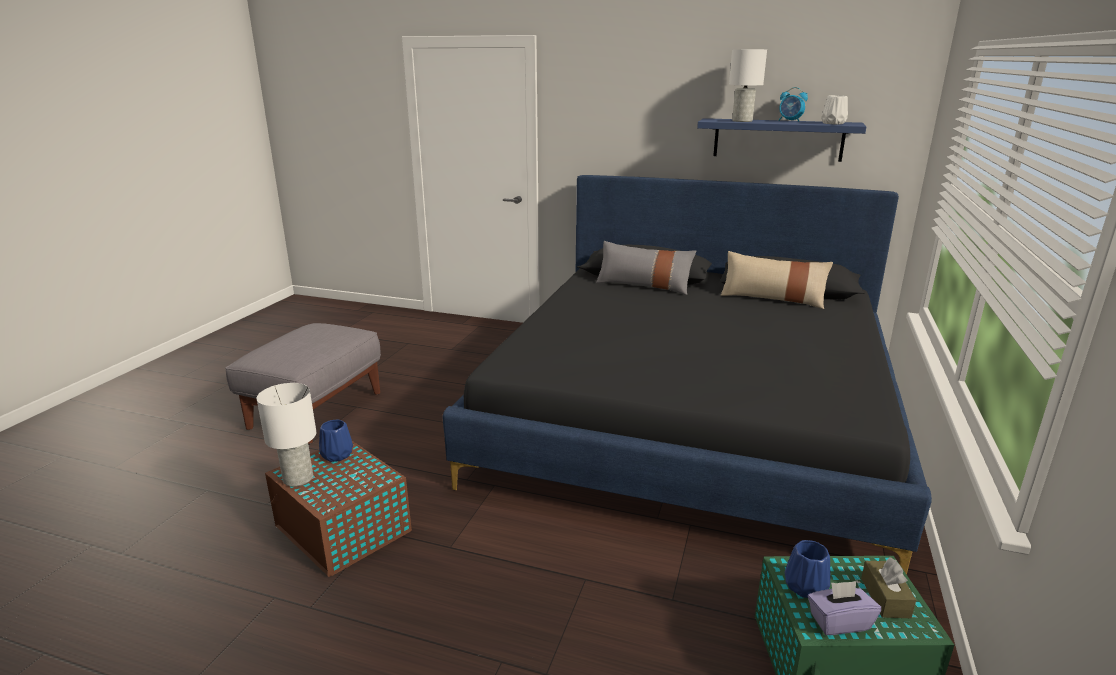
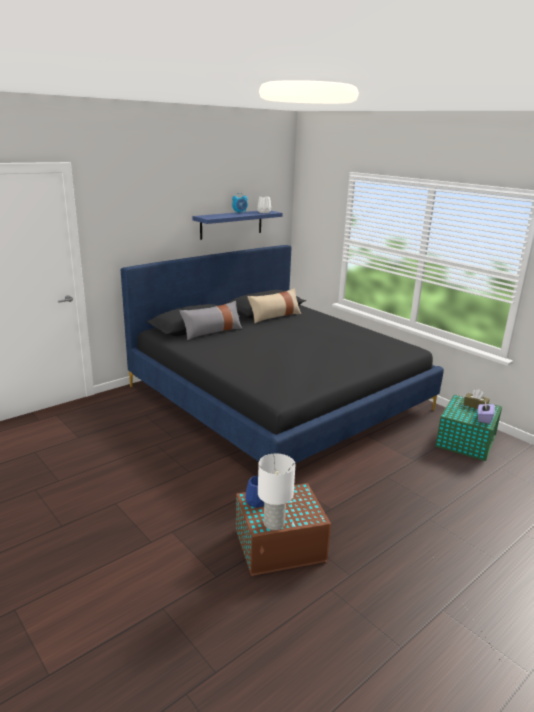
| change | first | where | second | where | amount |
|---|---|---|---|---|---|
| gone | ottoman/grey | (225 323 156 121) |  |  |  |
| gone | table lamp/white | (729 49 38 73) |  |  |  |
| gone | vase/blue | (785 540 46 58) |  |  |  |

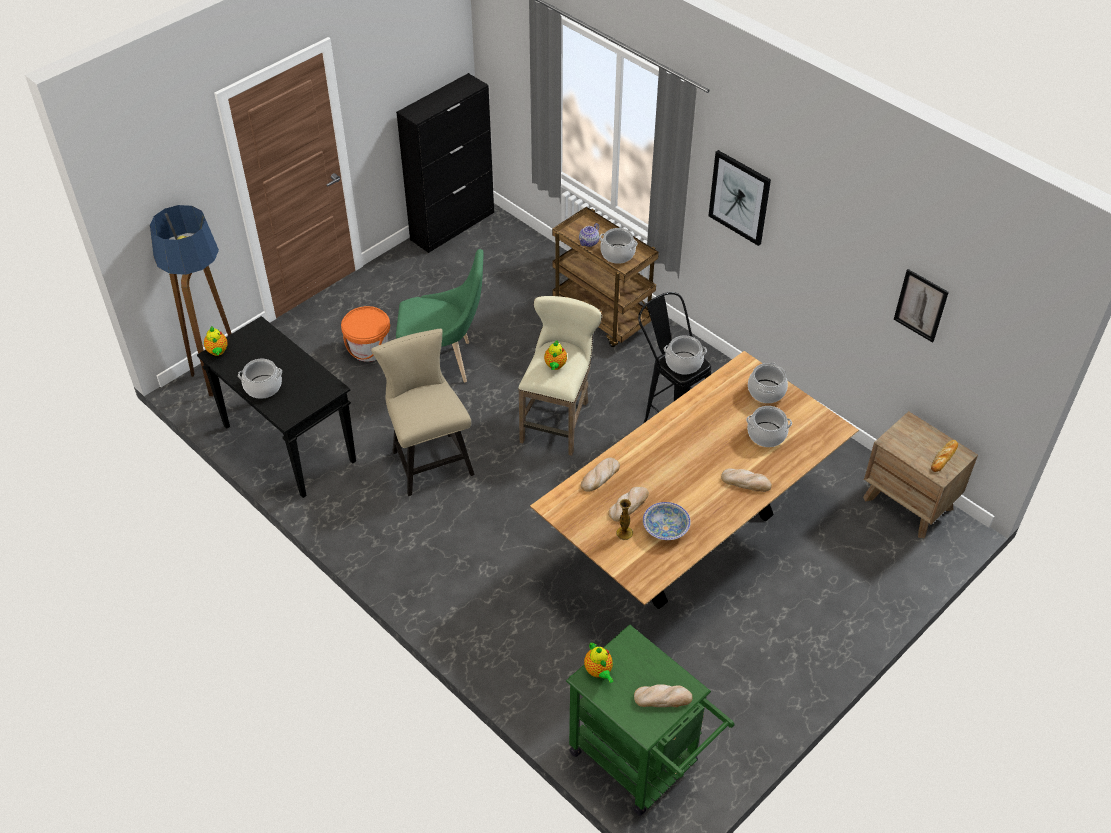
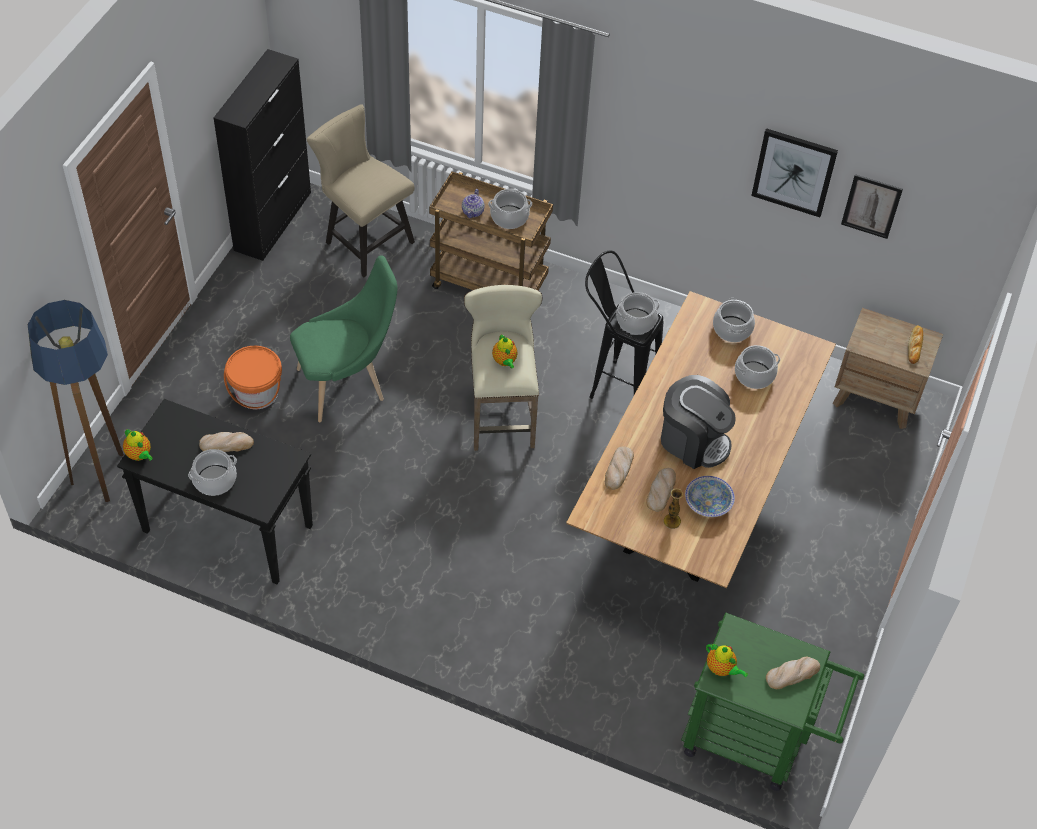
| change | first | where | second | where | amount |
|---|---|---|---|---|---|
| new |  |  | coffee machine | (661 375 75 94) |  |
| shifted | chair/beige | (371 329 104 167) |  | (307 104 108 173) |  |
| shifted | picture | (709 150 62 96) |  | (751 128 87 89) |  |
| shifted | bread | (721 468 51 24) |  | (199 432 55 20) |  |

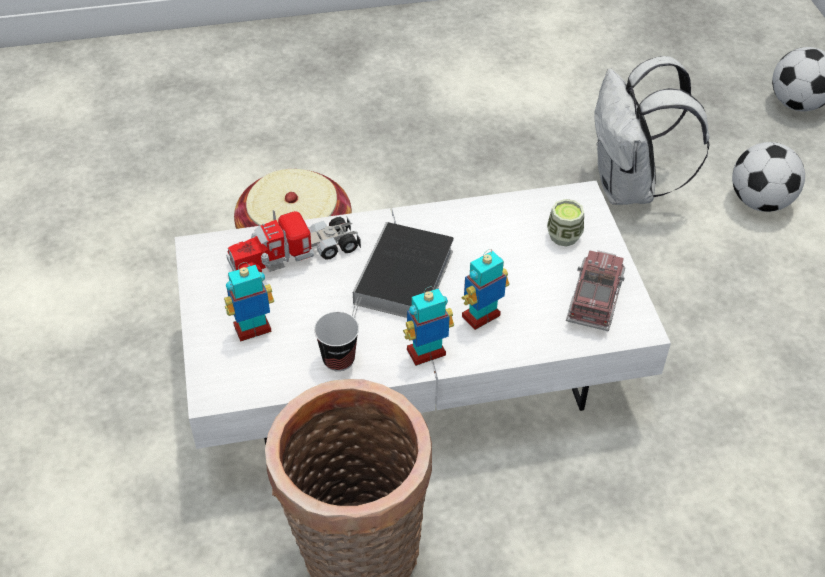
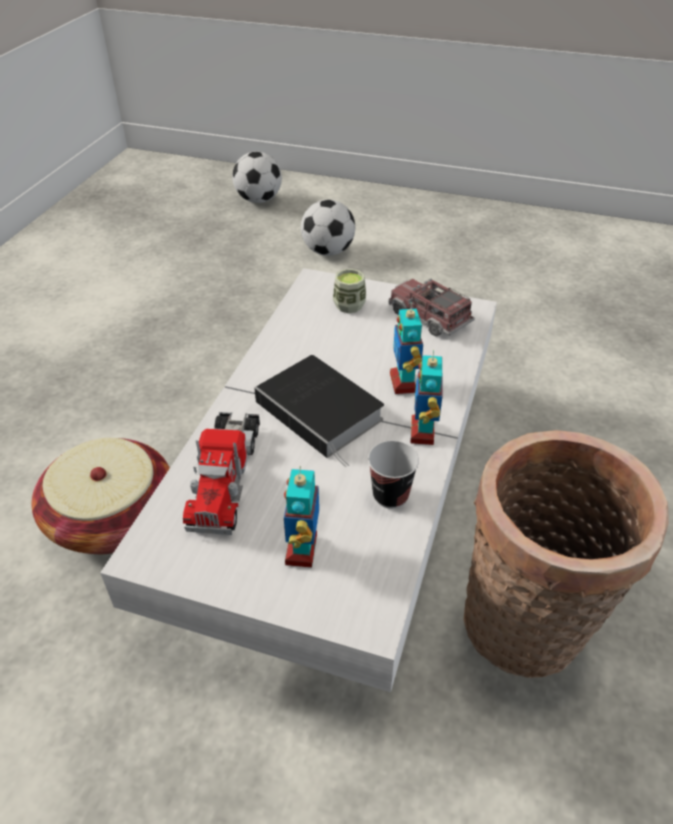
| change | first | where | second | where | amount |
|---|---|---|---|---|---|
| gone | backpack/white | (594 56 116 149) |  |  |  |

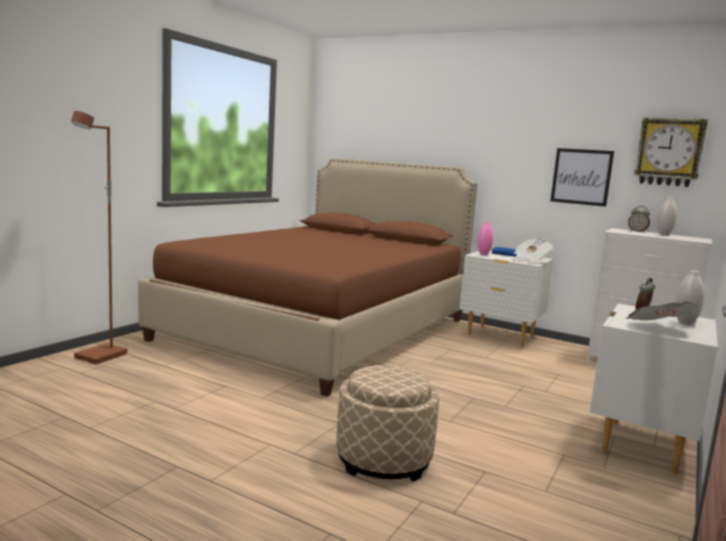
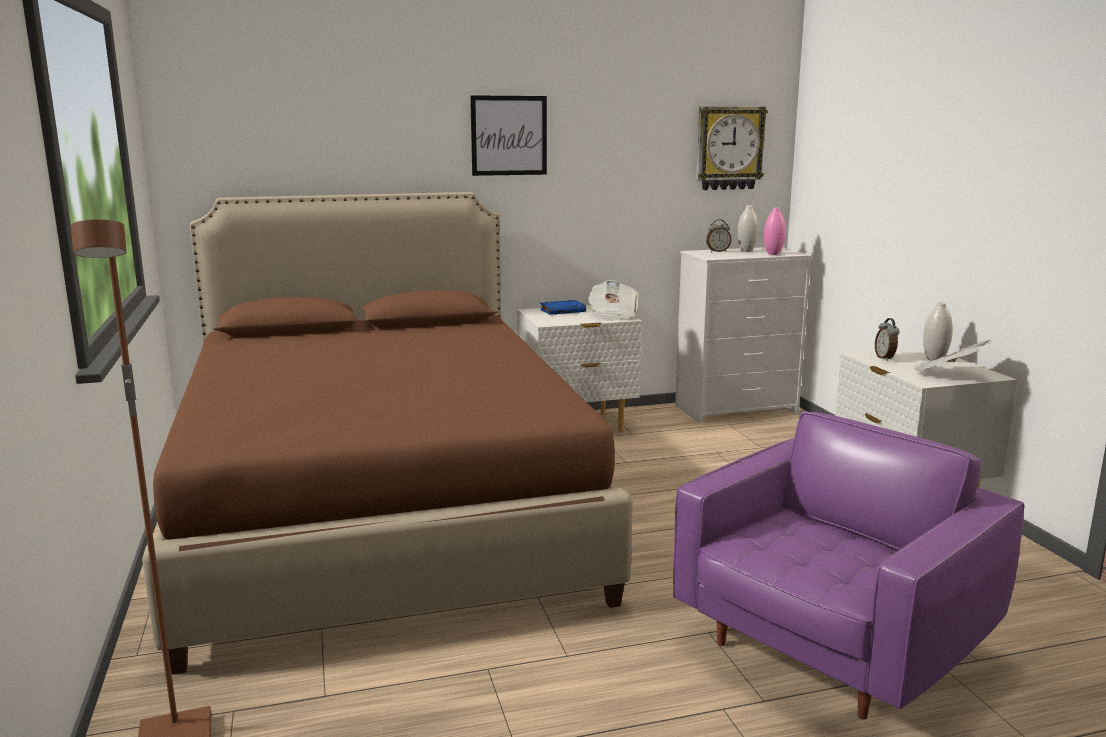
| change | first | where | second | where | amount |
|---|---|---|---|---|---|
| shifted | vase/pink | (478 222 15 33) |  | (764 207 22 48) |  |
| shifted | picture | (551 148 63 59) |  | (470 95 77 81) |  |
| swapped | ottoman/beige | (336 365 103 117) | armchair/purple | (673 411 351 309) |  |

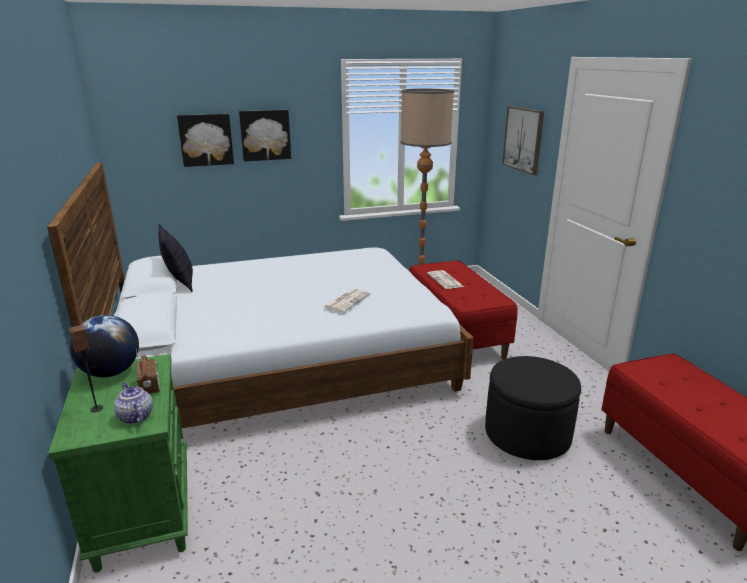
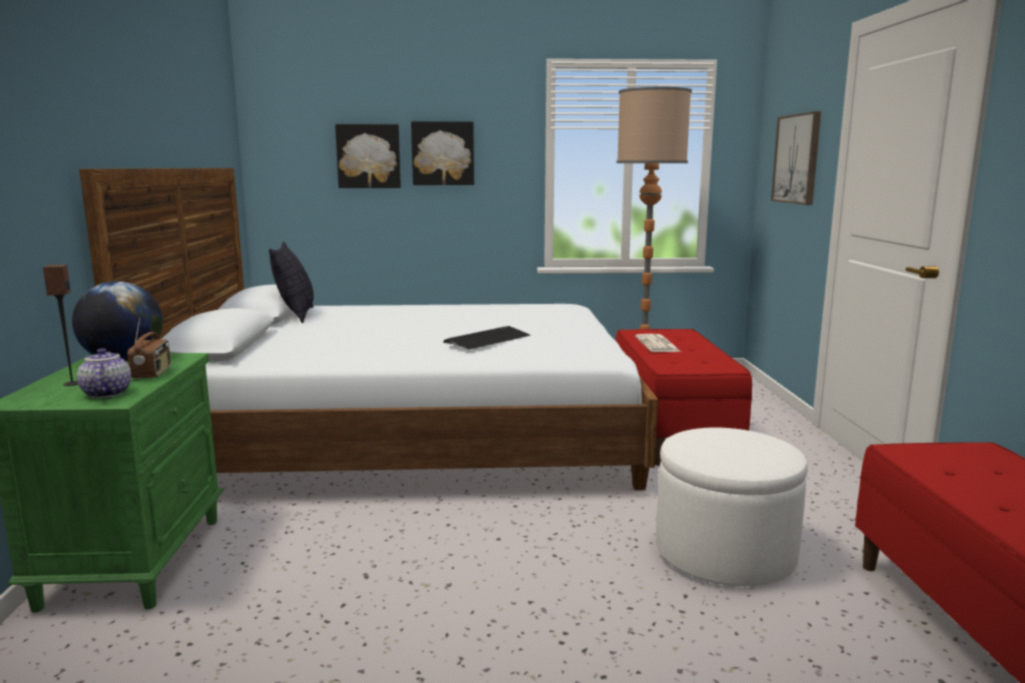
| change | first | where | second | where | amount |
|---|---|---|---|---|---|
| swapped | newspaper | (324 288 47 24) | keyboard | (443 326 87 24) |  |
| repainted | ottoman/black | (485 356 96 104) | ottoman/white | (656 428 152 158) |  |

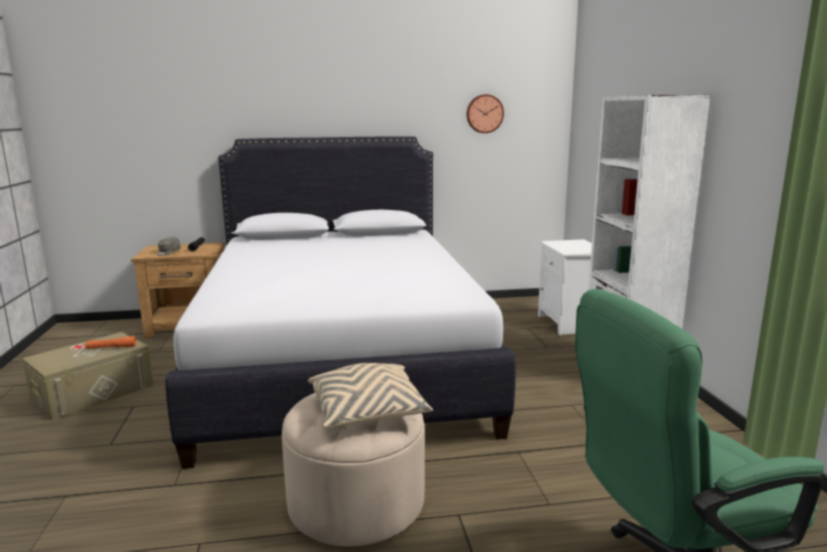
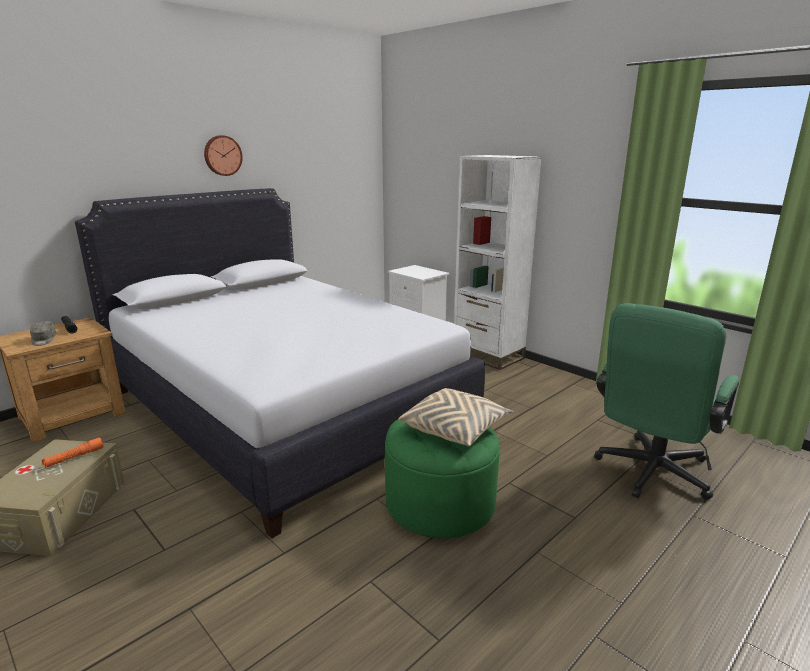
| change | first | where | second | where | amount |
|---|---|---|---|---|---|
| shifted | wall clock | (467 94 37 39) |  | (204 135 39 41) |  |
| repainted | ottoman/beige | (282 393 143 153) | ottoman/green | (385 420 115 118) |  |

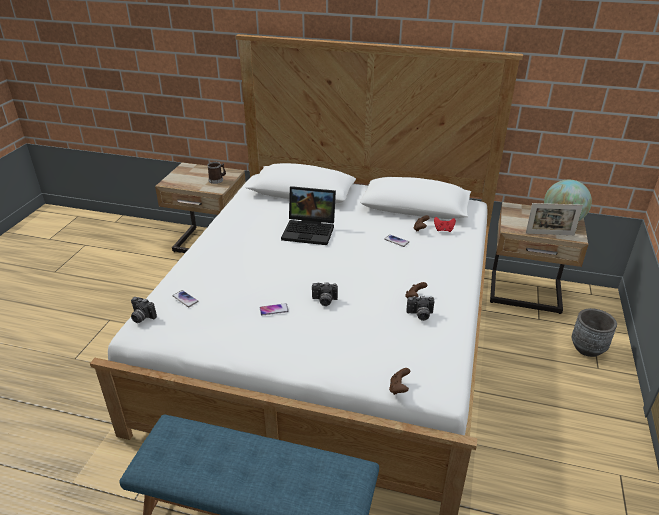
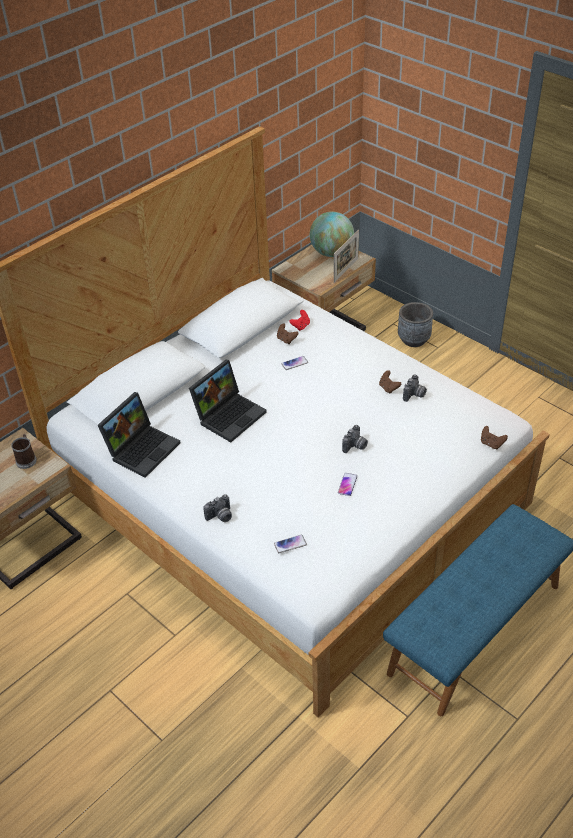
| change | first | where | second | where | amount |
|---|---|---|---|---|---|
| new |  |  | laptop | (98 392 82 86) |  |
| shifted | photo camera | (131 297 26 26) |  | (203 494 29 28) |  |

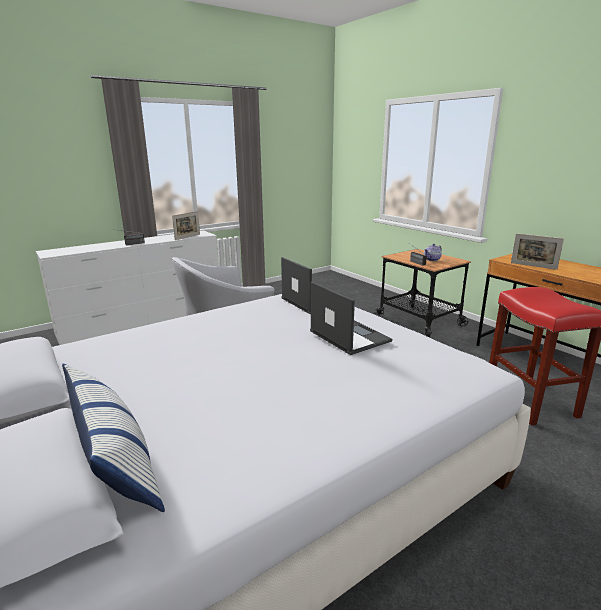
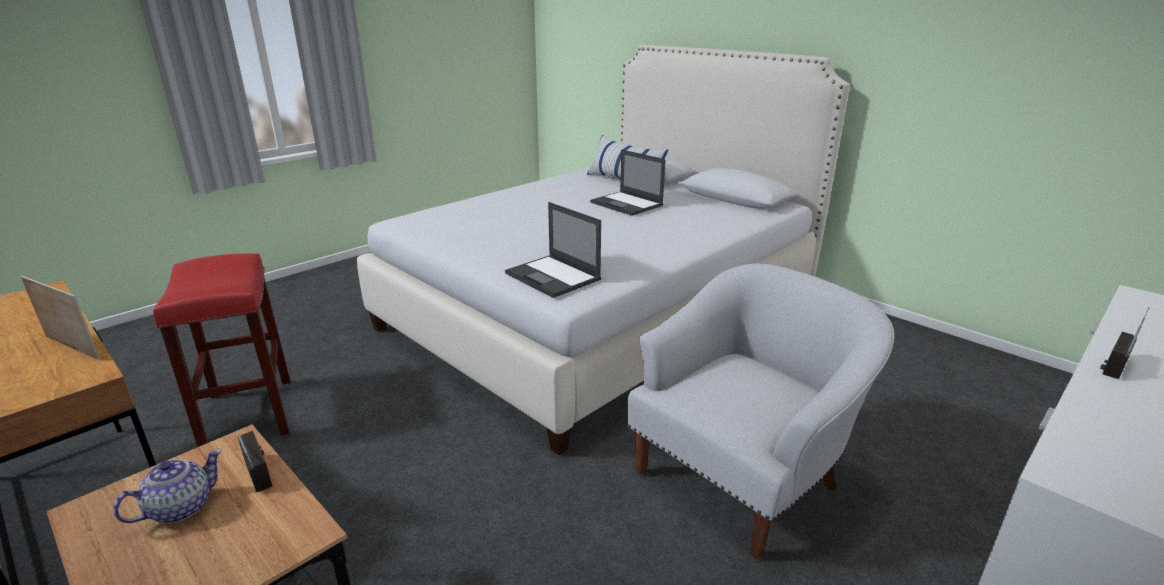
| change | first | where | second | where | amount |
|---|---|---|---|---|---|
| gone | picture frame | (172 211 28 29) |  |  |  |
| shifted | laptop | (310 281 82 74) |  | (590 149 76 67) |  |

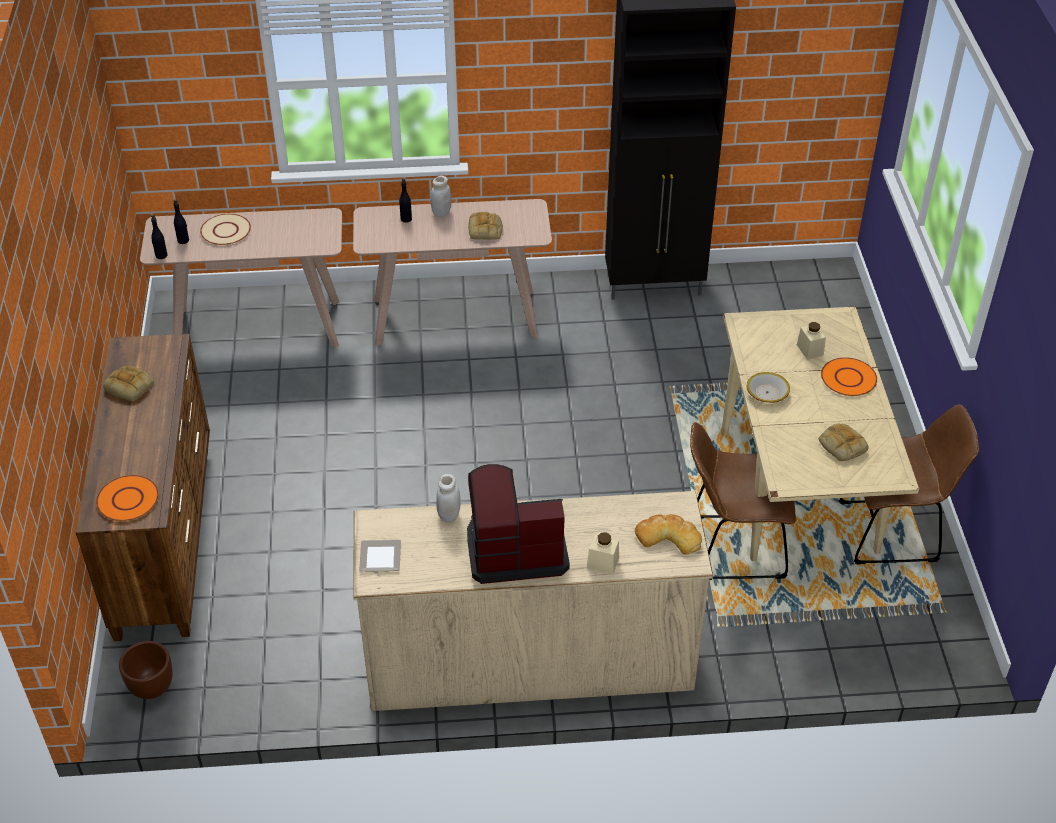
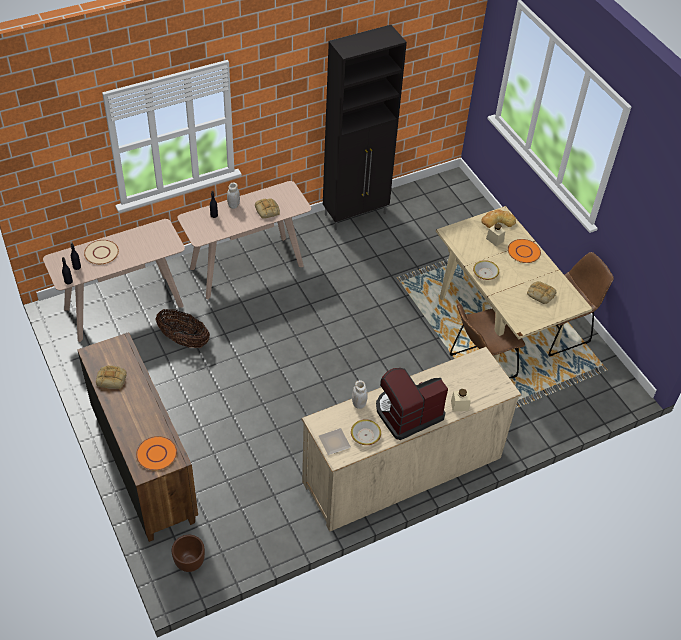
| change | first | where | second | where | amount |
|---|---|---|---|---|---|
| new |  |  | basket | (156 309 54 39) |  |
| new |  |  | bowl | (351 419 30 26) |  |
| shifted | bread | (635 514 67 41) |  | (481 210 35 18) |  |

